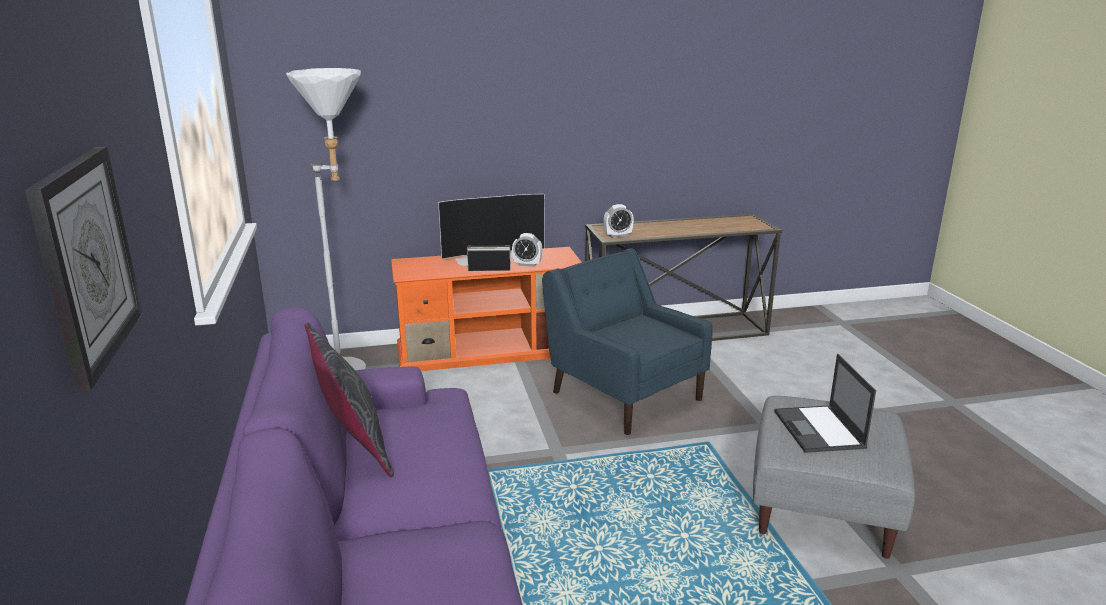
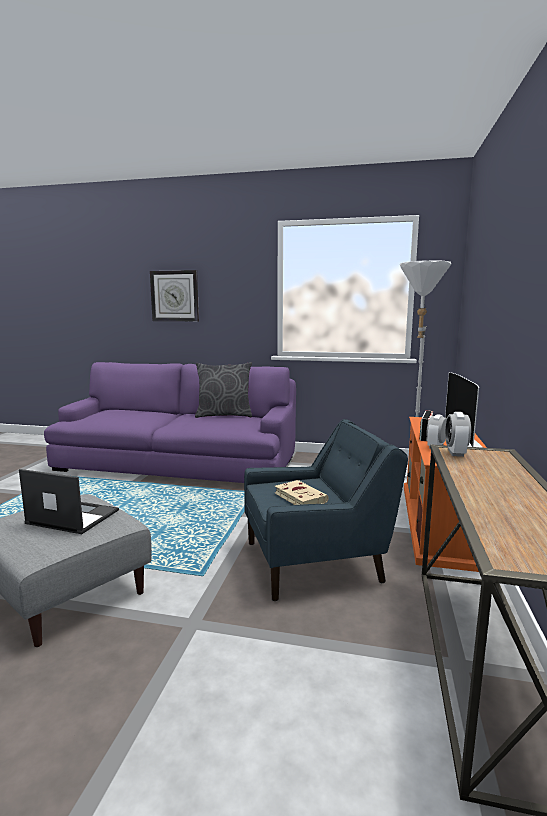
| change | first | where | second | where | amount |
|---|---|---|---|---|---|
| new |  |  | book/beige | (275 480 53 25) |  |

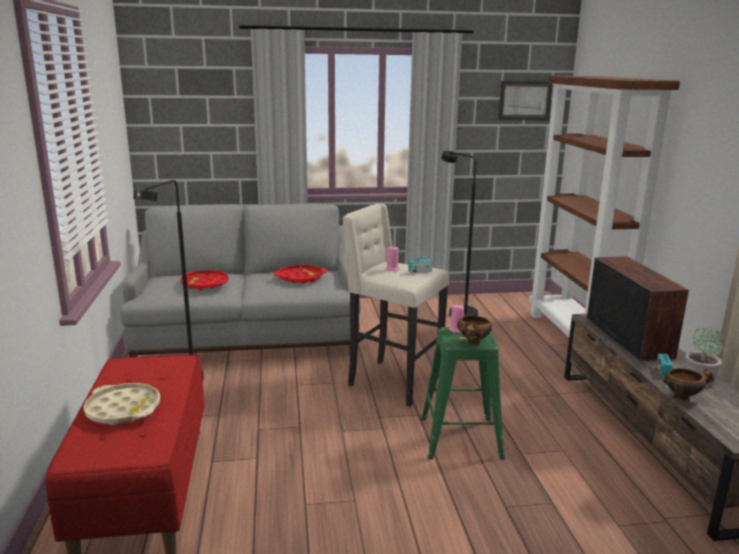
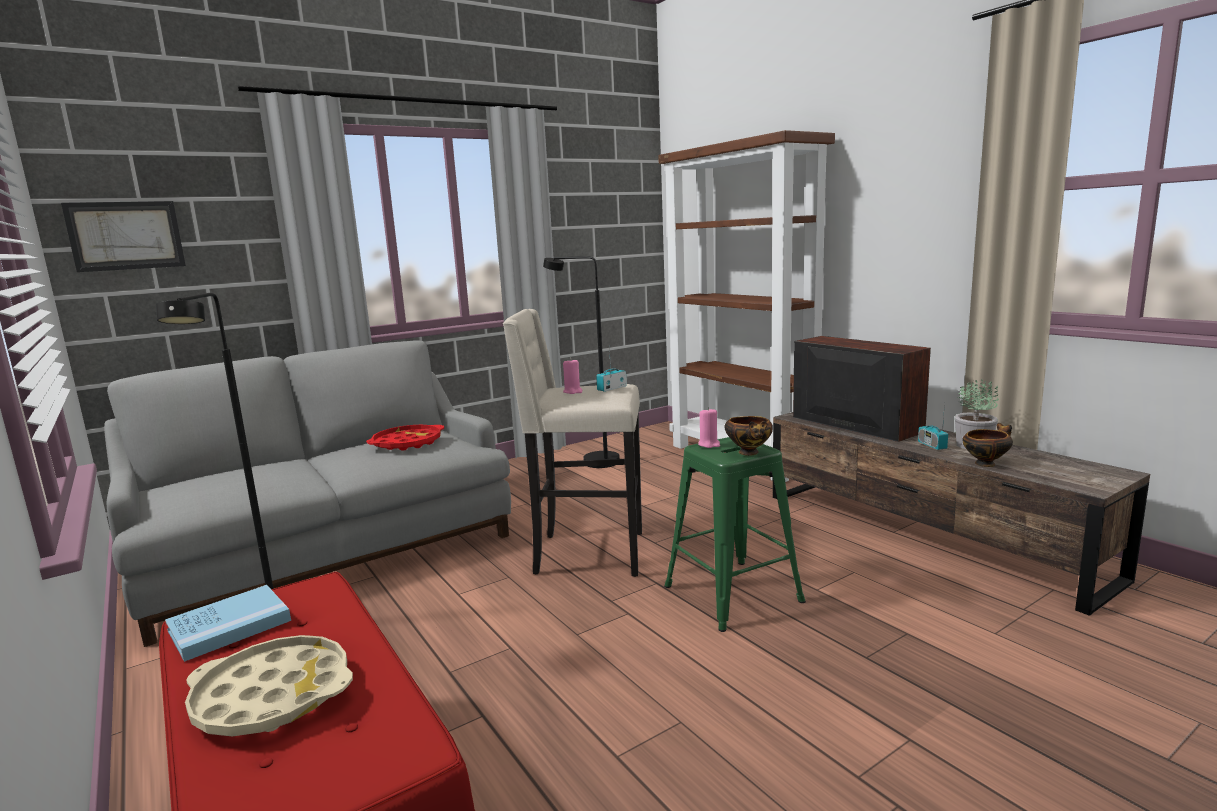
| change | first | where | second | where | amount |
|---|---|---|---|---|---|
| gone | tray/red | (180 270 48 20) |  |  |  |
| new |  |  | book/blue | (165 585 126 77) |  |
| shifted | picture | (498 81 55 39) |  | (61 201 125 71) |  |

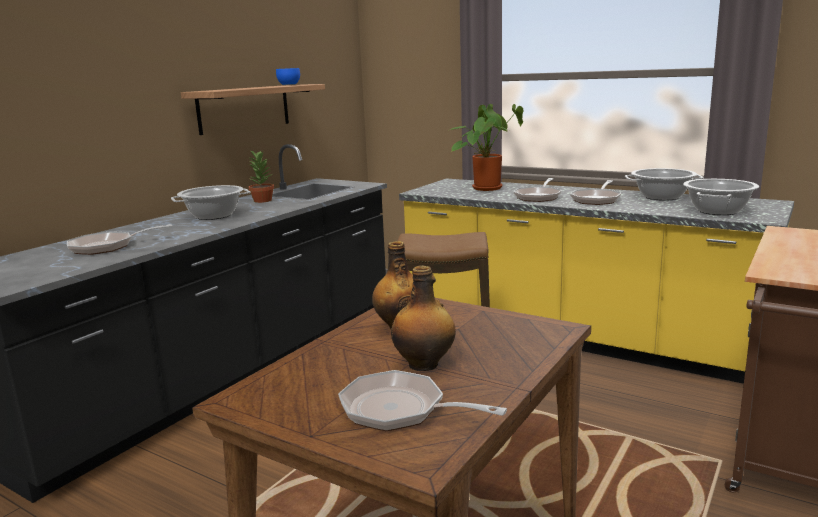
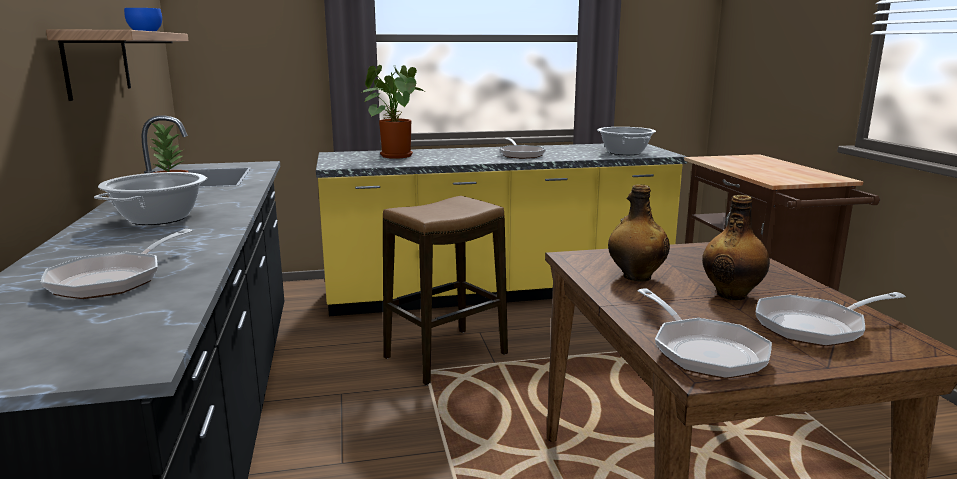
| change | first | where | second | where | amount |
|---|---|---|---|---|---|
| gone | cooking pot | (625 168 79 33) |  |  |  |
| shifted | frying pan | (513 178 49 24) |  | (638 289 134 90) |  |

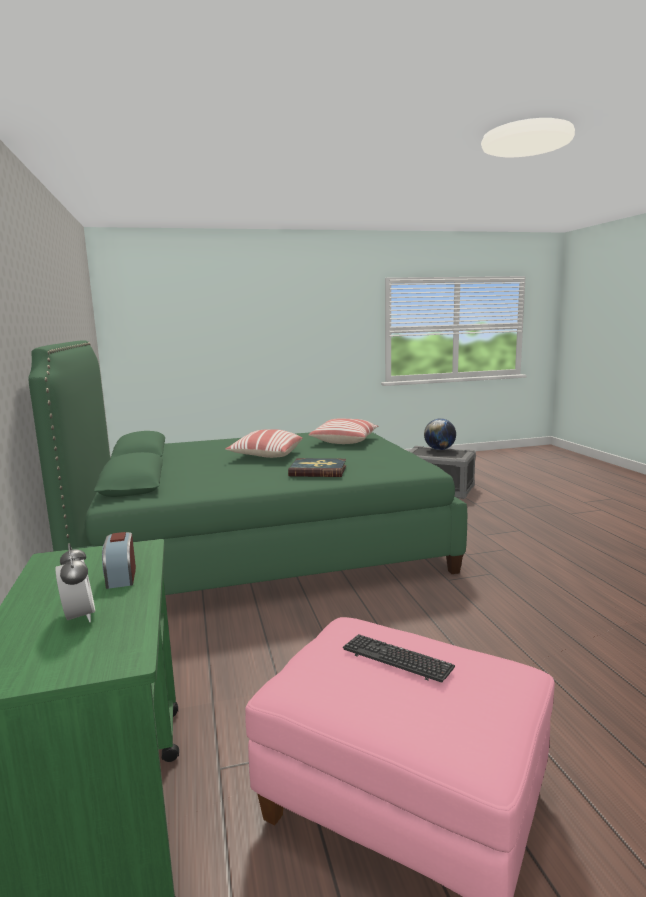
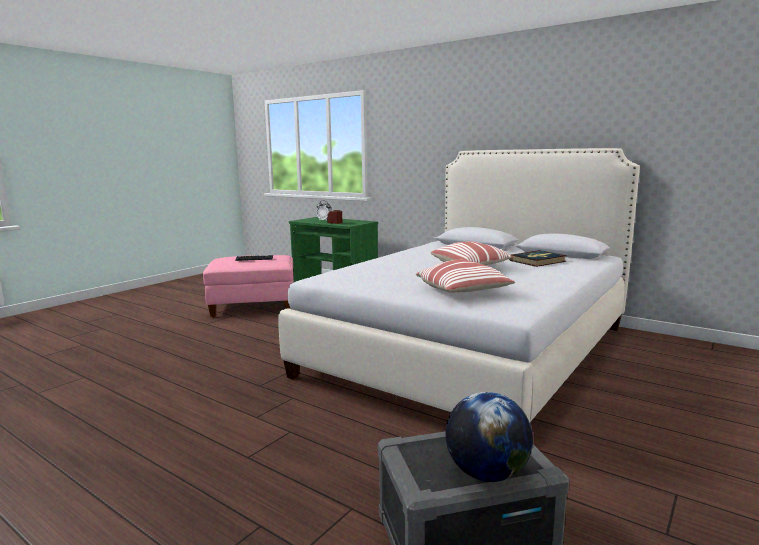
| change | first | where | second | where | amount |
|---|---|---|---|---|---|
| shifted | book | (288 458 58 19) |  | (509 250 58 17) |  |
| repainted | bed/green | (28 340 439 255) | bed/white | (278 148 362 274) |  |

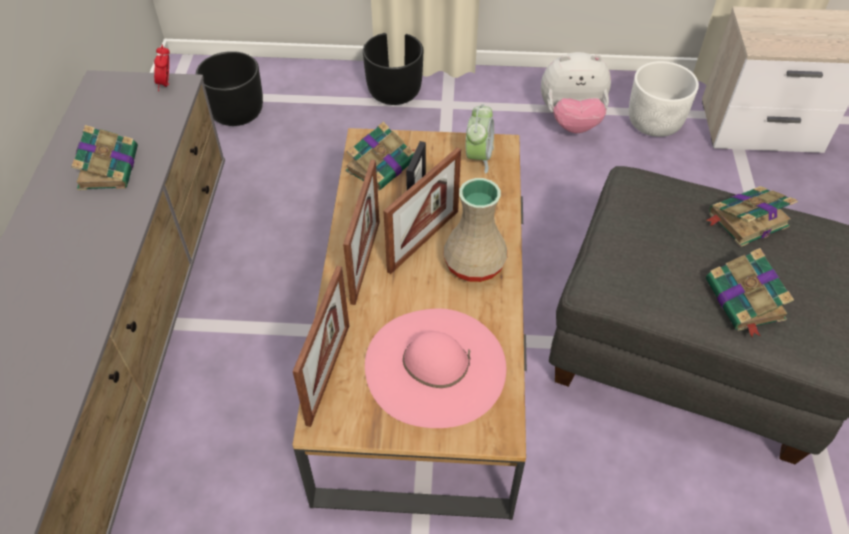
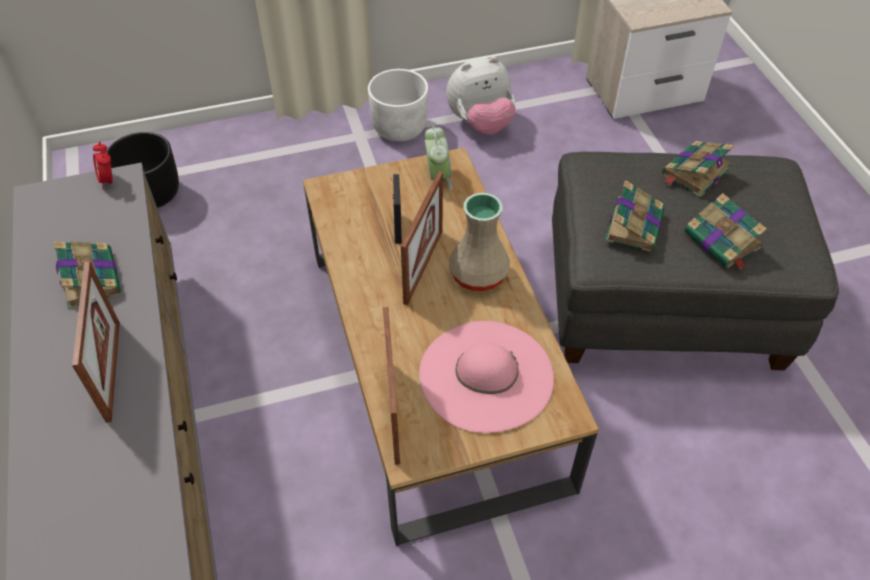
| change | first | where | second | where | amount |
|---|---|---|---|---|---|
| gone | planter/black | (363 33 60 72) |  |  |  |
| shifted | picture frame | (343 159 37 146) |  | (72 261 48 162) |  |
| shifted | book | (345 122 70 69) |  | (605 180 59 72) |  |
| shifted | planter/white | (629 61 70 76) |  | (368 69 60 73) |  |

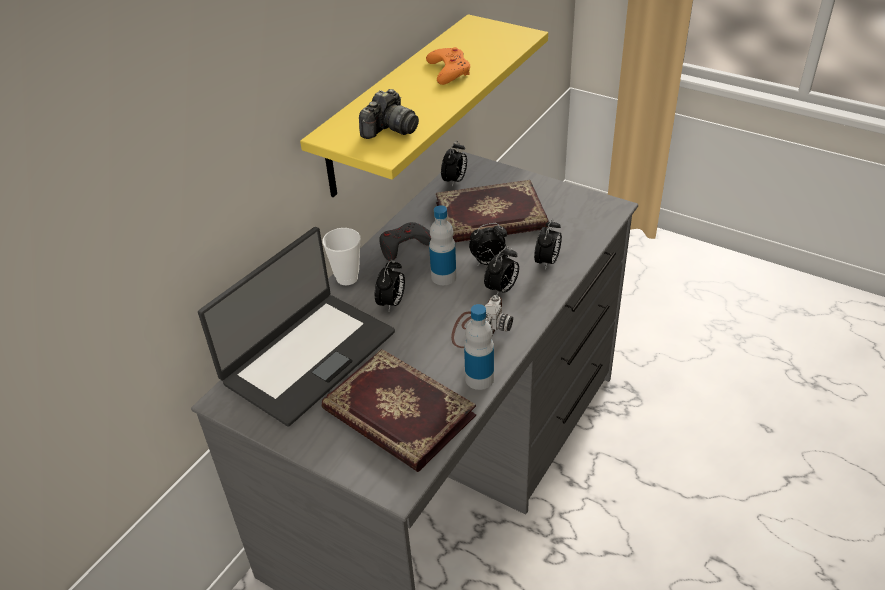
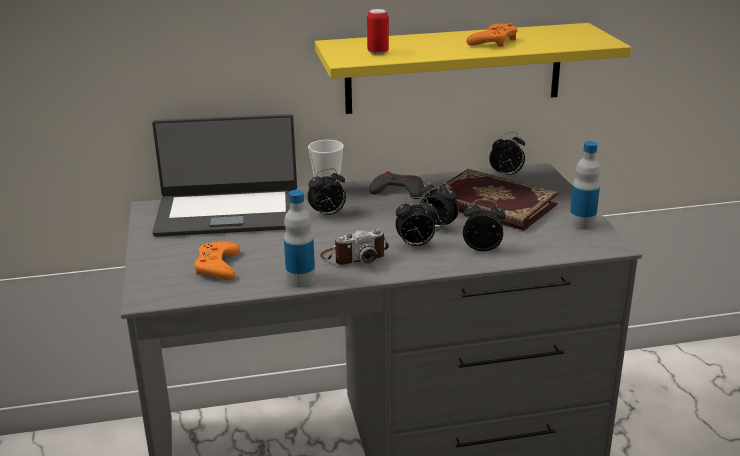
| change | first | where | second | where | amount |
|---|---|---|---|---|---|
| shifted | bottle | (429 205 28 80) |  | (569 141 31 89) |  |
| swapped | book | (321 349 155 123) | game controller/orange | (194 241 46 39) |  |
| swapped | photo camera | (359 89 60 50) | can | (367 9 22 46) |  |
| rotated | alarm clock | (534 219 28 51) |  | (463 199 42 52) | 150 degrees counterclockwise |

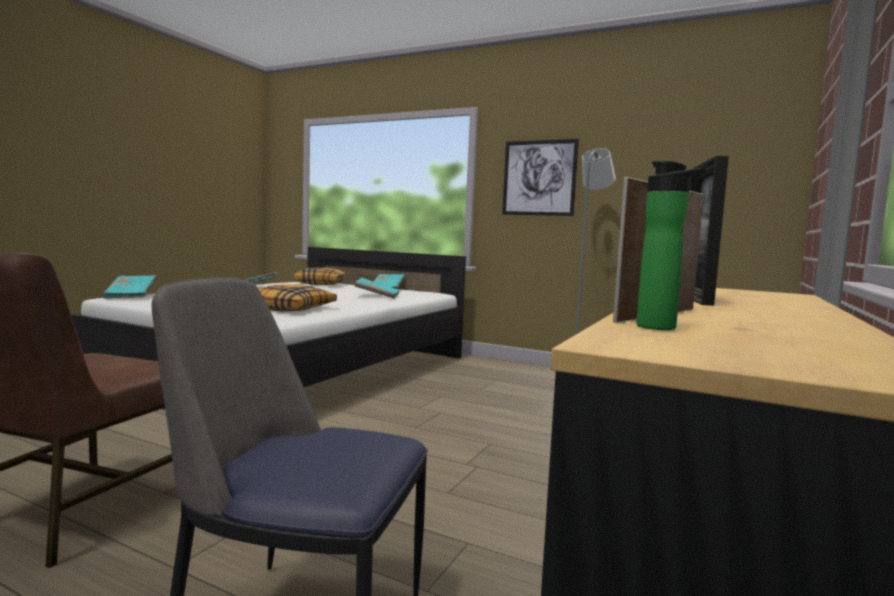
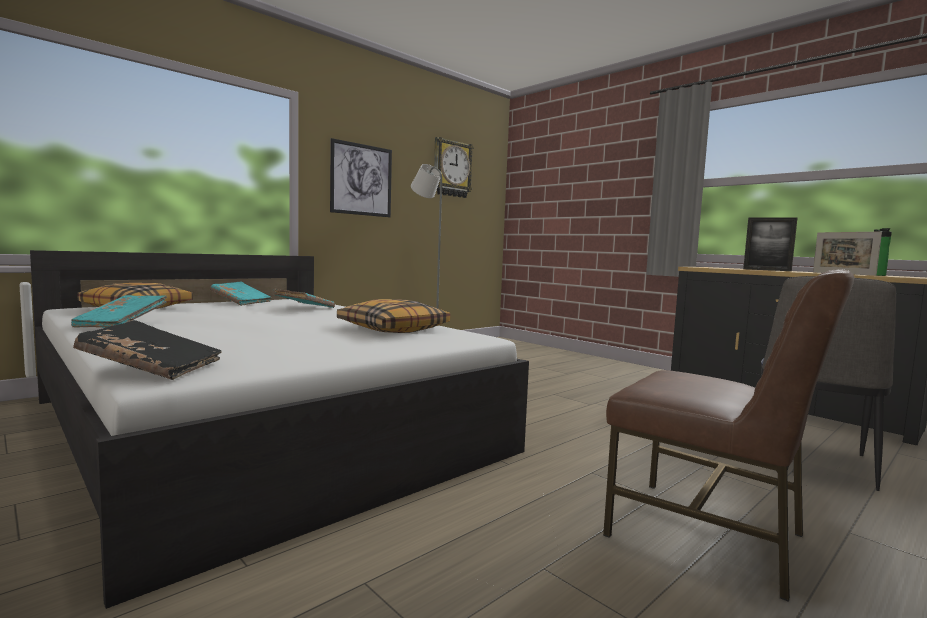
| change | first | where | second | where | amount |
|---|---|---|---|---|---|
| new |  |  | wall clock | (434 137 40 61) |  |
| repainted | book/turquoise | (102 275 54 24) | book/black | (73 320 149 60) |  |

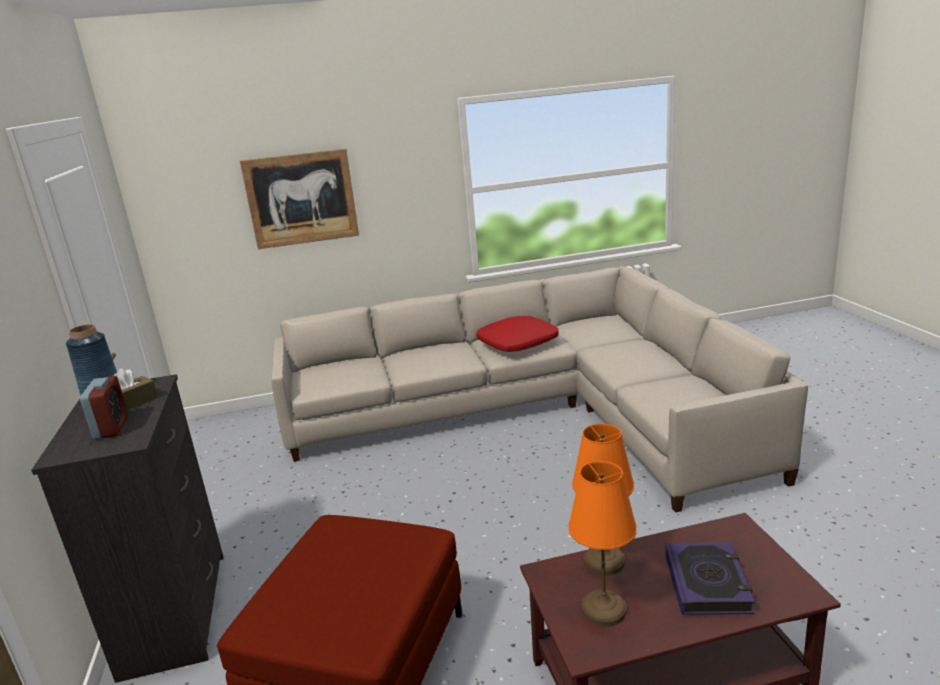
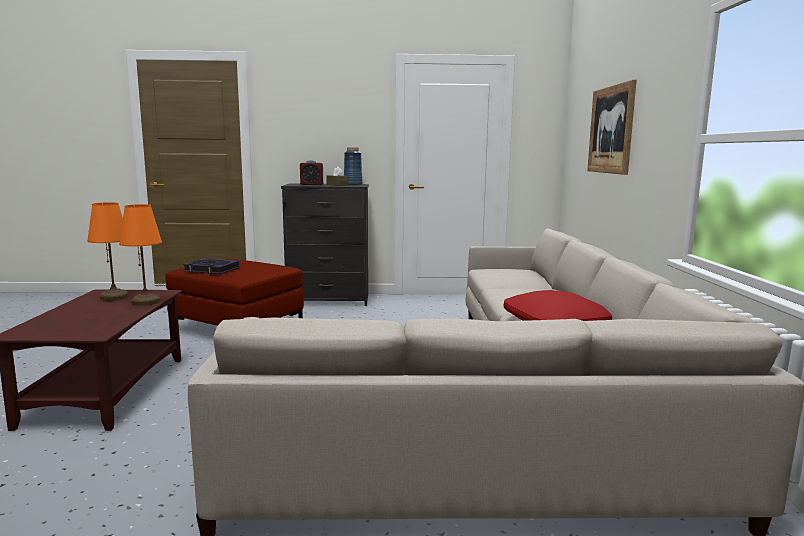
| change | first | where | second | where | amount |
|---|---|---|---|---|---|
| shifted | book | (665 542 90 73) |  | (183 258 56 16) |  |

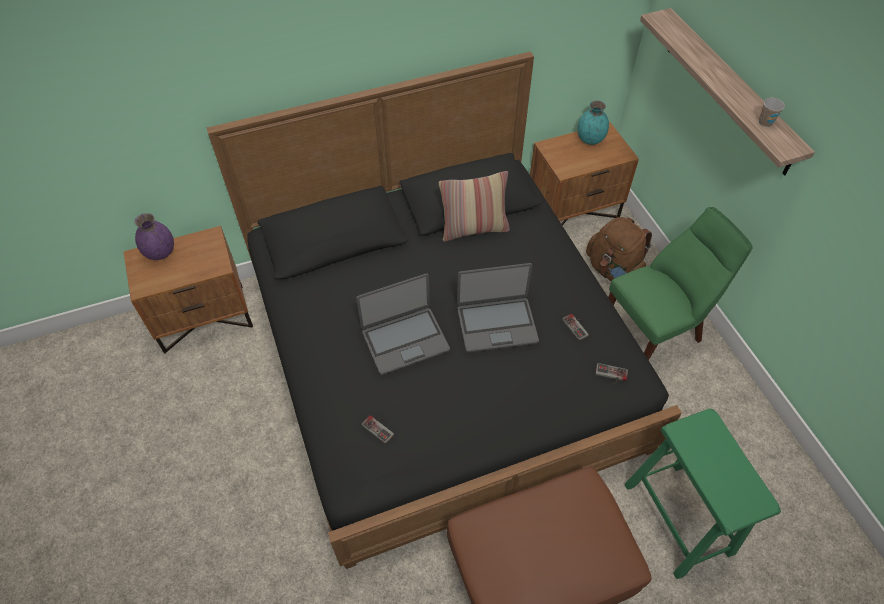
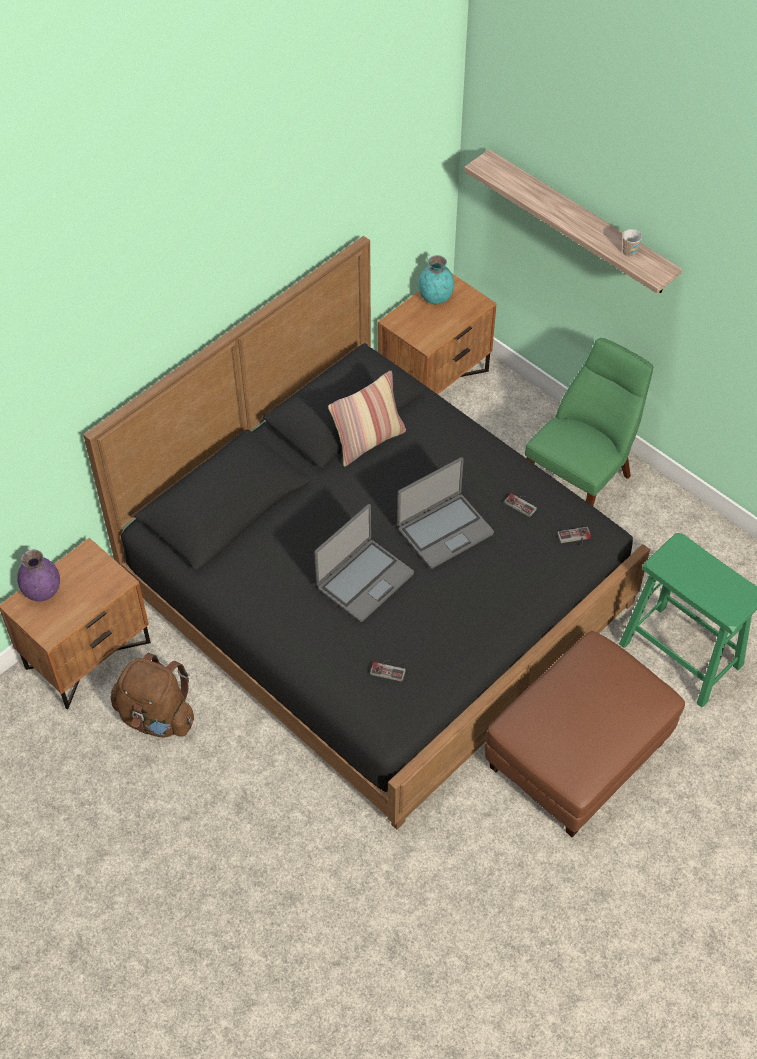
| change | first | where | second | where | amount |
|---|---|---|---|---|---|
| shifted | backpack/brown | (586 217 66 64) |  | (110 653 84 85) |  |

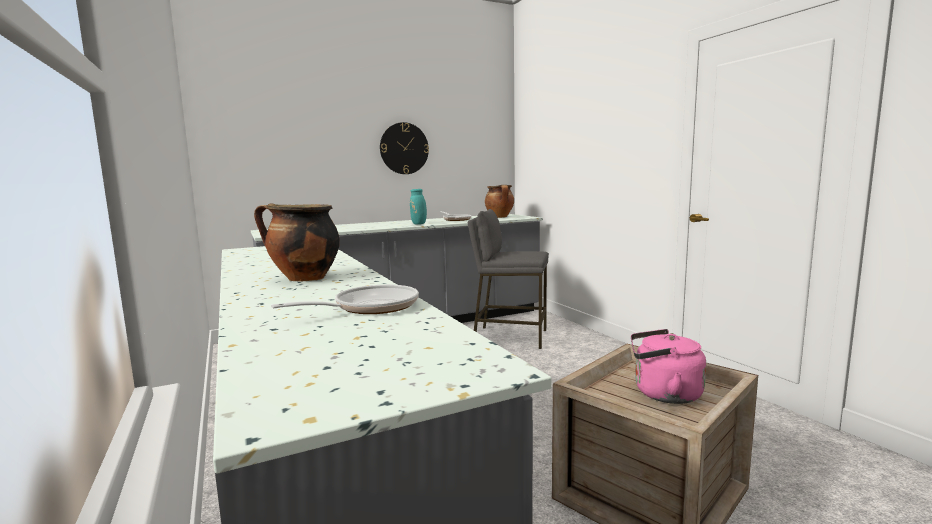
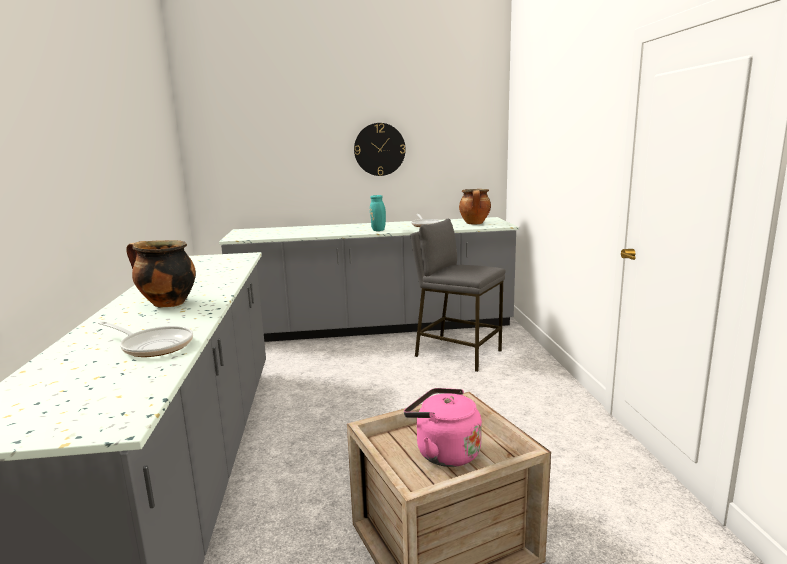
| change | first | where | second | where | amount |
|---|---|---|---|---|---|
| rotated | frying pan | (271 285 148 29) |  | (98 321 95 36) | 45 degrees clockwise |

